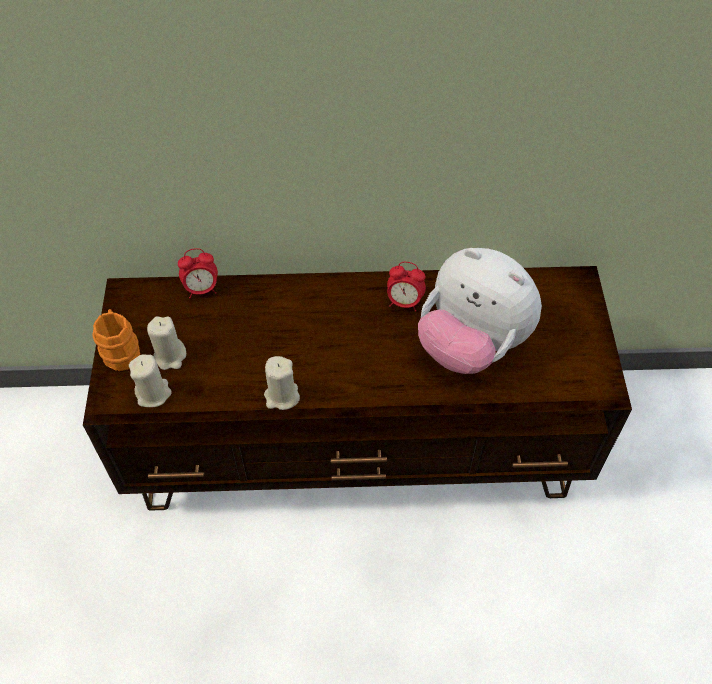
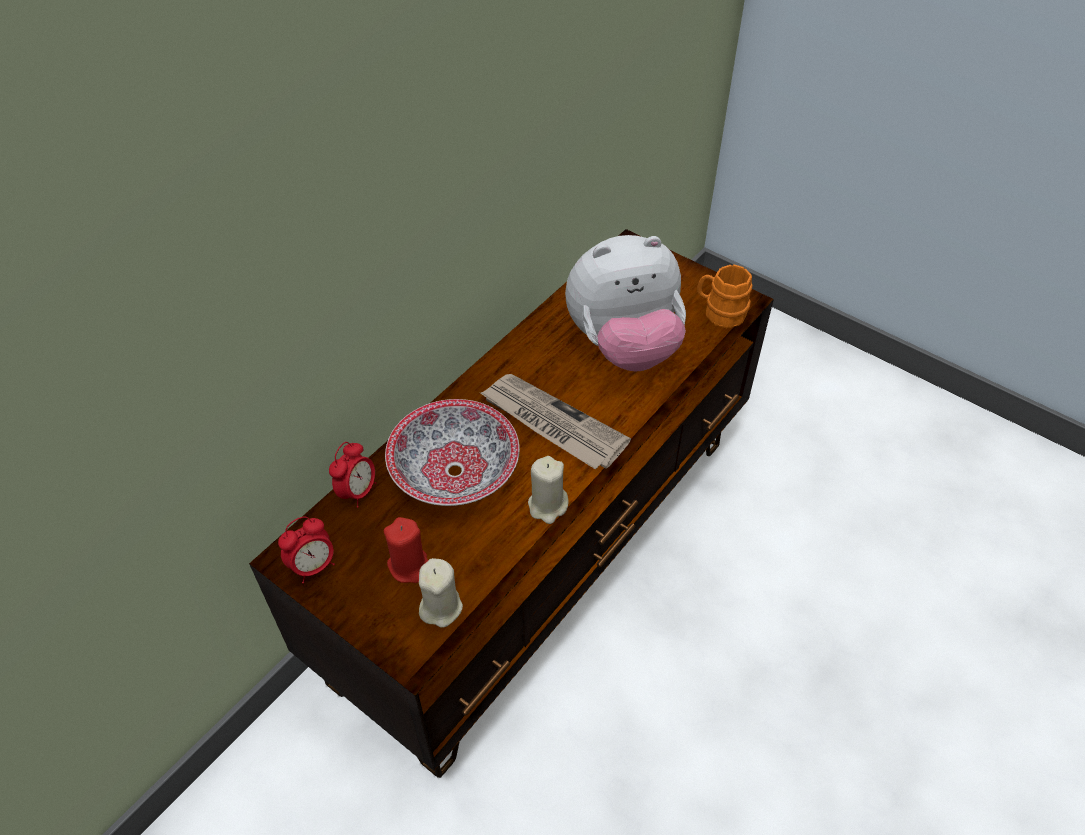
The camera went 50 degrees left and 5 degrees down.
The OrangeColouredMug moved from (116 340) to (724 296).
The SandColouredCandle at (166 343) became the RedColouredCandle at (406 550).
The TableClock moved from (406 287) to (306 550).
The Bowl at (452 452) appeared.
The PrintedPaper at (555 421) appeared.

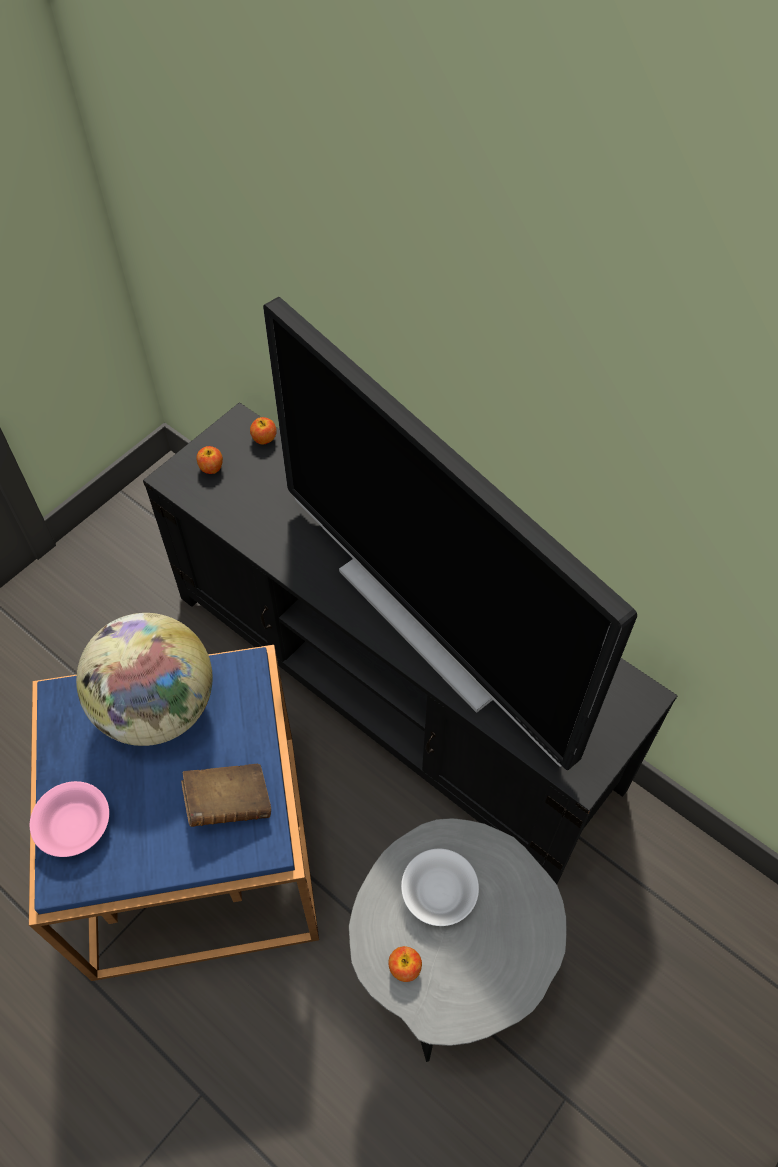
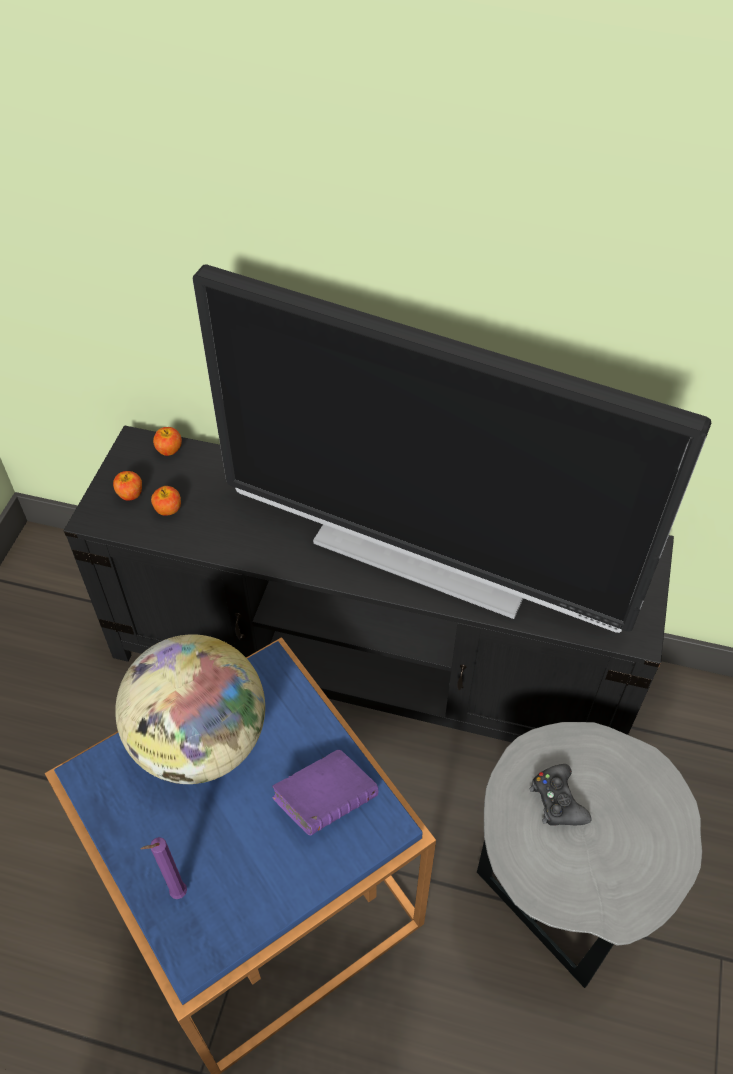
The camera went 25 degrees left and 5 degrees down.
The PinkColouredBowl at (69 819) was replaced by the PurplishCandle at (164 868).
The BrownColouredVolume at (226 795) became the PurplishVolume at (325 793).
The WholeApple moved from (405 964) to (166 500).
The WhitishBowl at (440 887) was replaced by the BlackColouredGameController at (561 795).

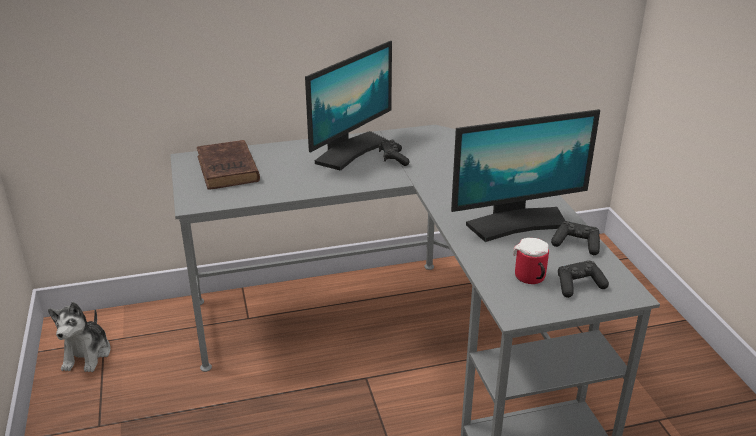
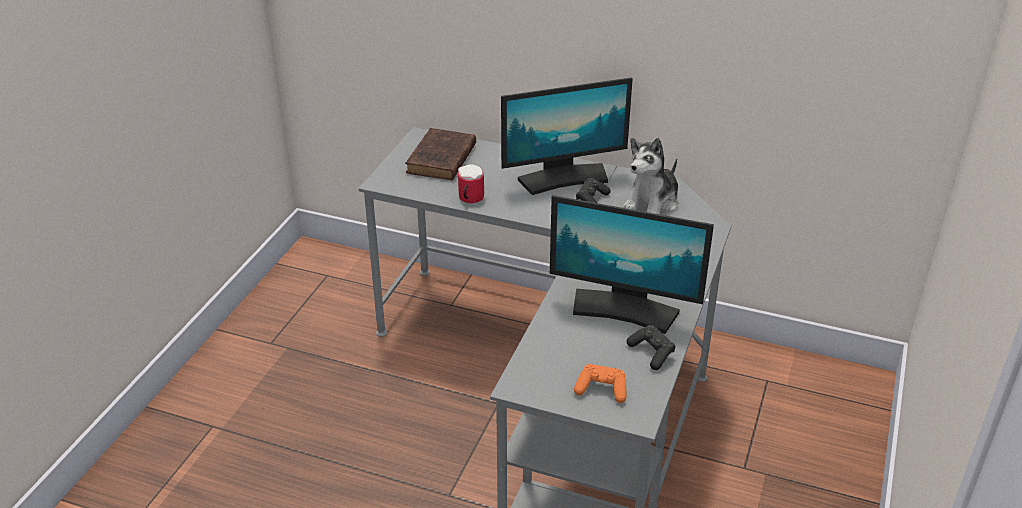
The camera went 35 degrees right and 5 degrees up.
The PlushToy moved from (79 337) to (650 176).
The Mug moved from (531 261) to (471 183).
The BlackColouredGameController at (583 279) became the OrangeColouredGameController at (600 383).

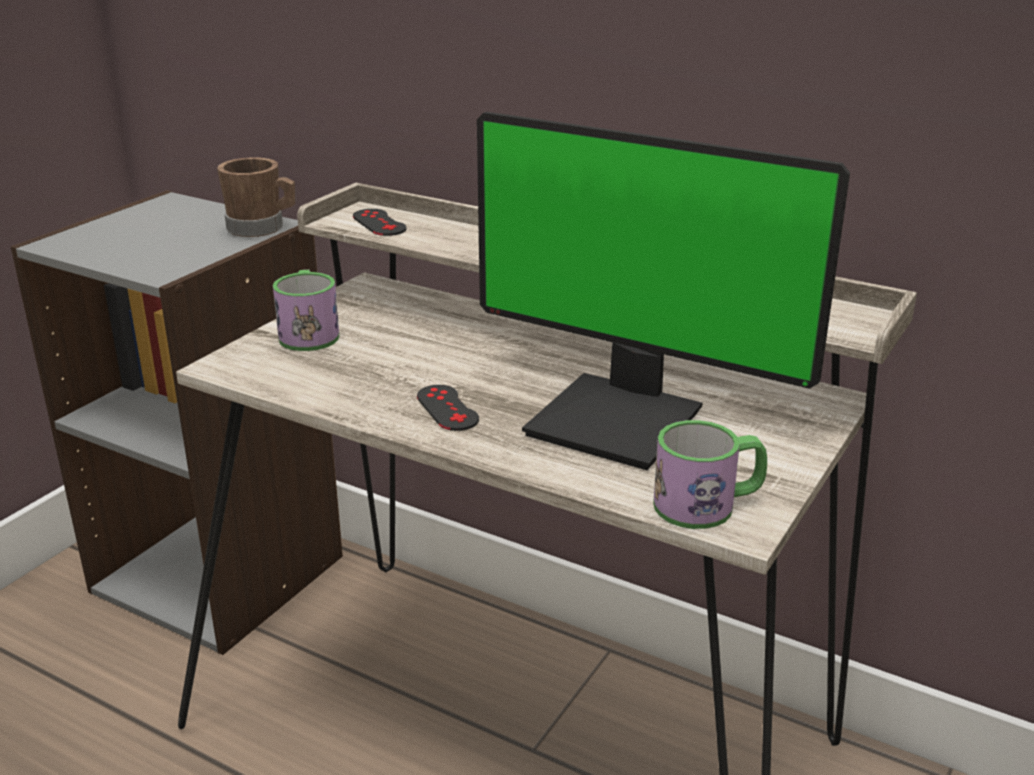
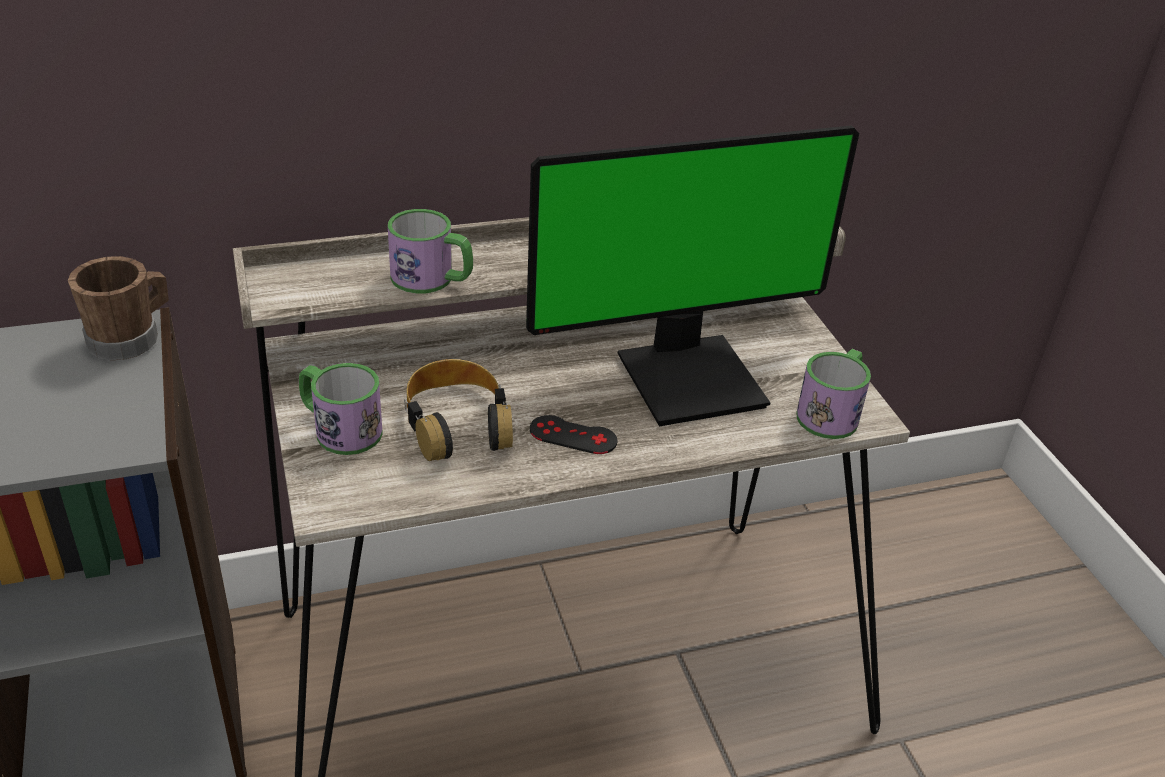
The camera went 50 degrees left and 10 degrees up.
The BlackColouredGameController at (379 222) disappeared.
The Mug at (430 251) appeared.
The Headphones at (458 410) appeared.

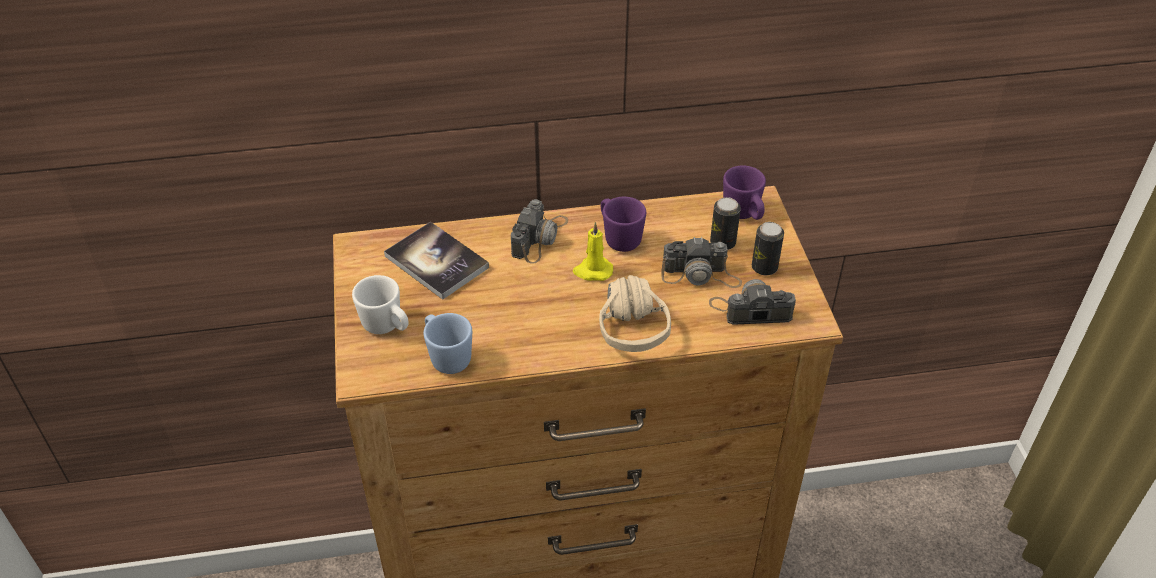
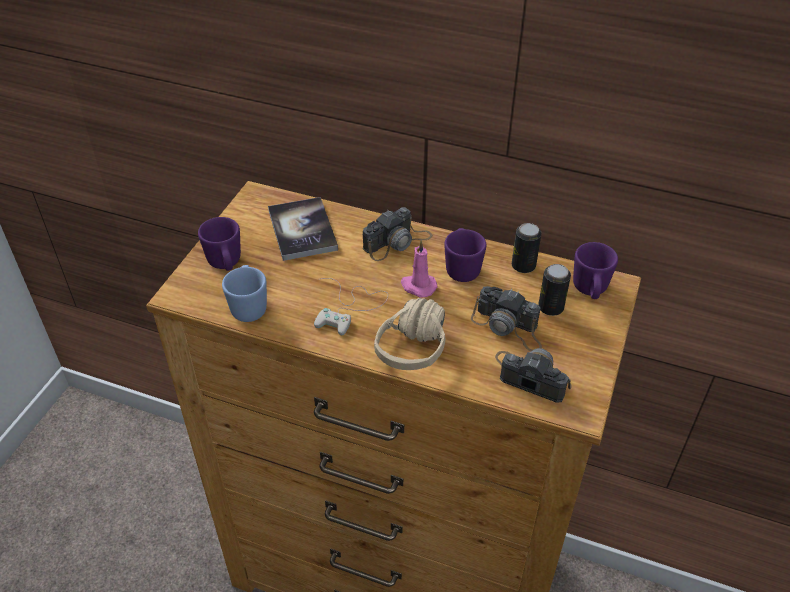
The camera went 30 degrees right and 0 degrees up.
The WhitishMug at (380 304) became the PurplishMug at (219 244).
The YellowCandle at (593 251) became the PinkColouredCandle at (419 269).
The Can moved from (768 248) to (526 248).
The WhitishGameController at (351 306) appeared.

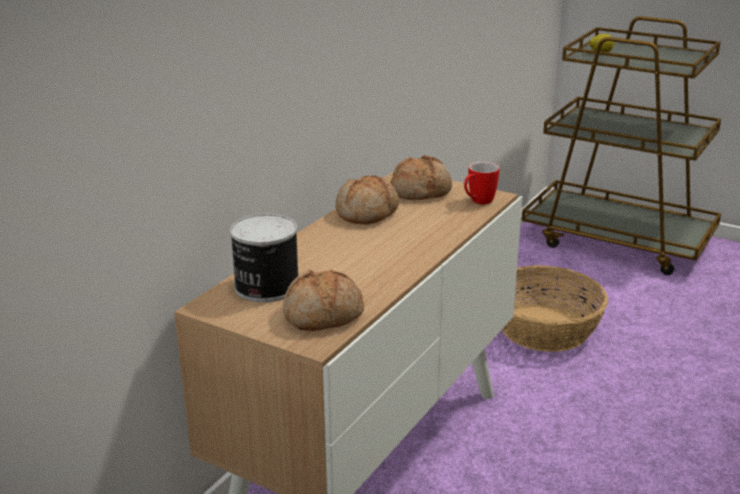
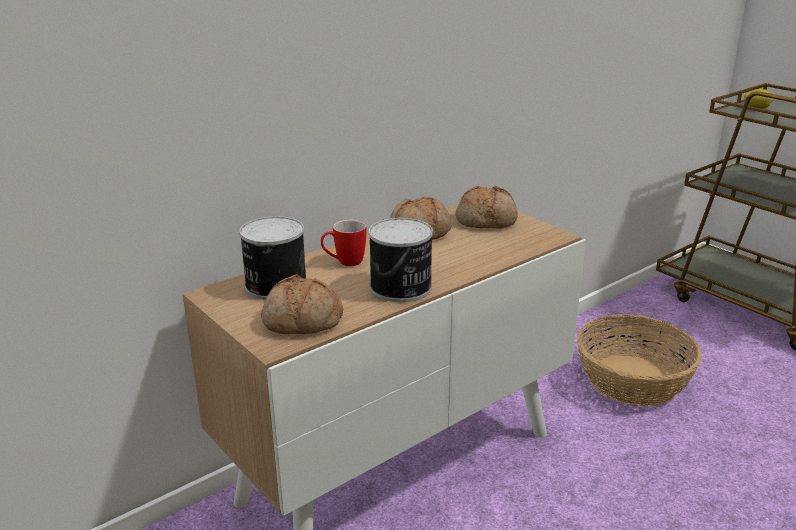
The camera went 20 degrees right and 0 degrees up.
The Mug moved from (482 183) to (344 243).
The Can at (401 260) appeared.

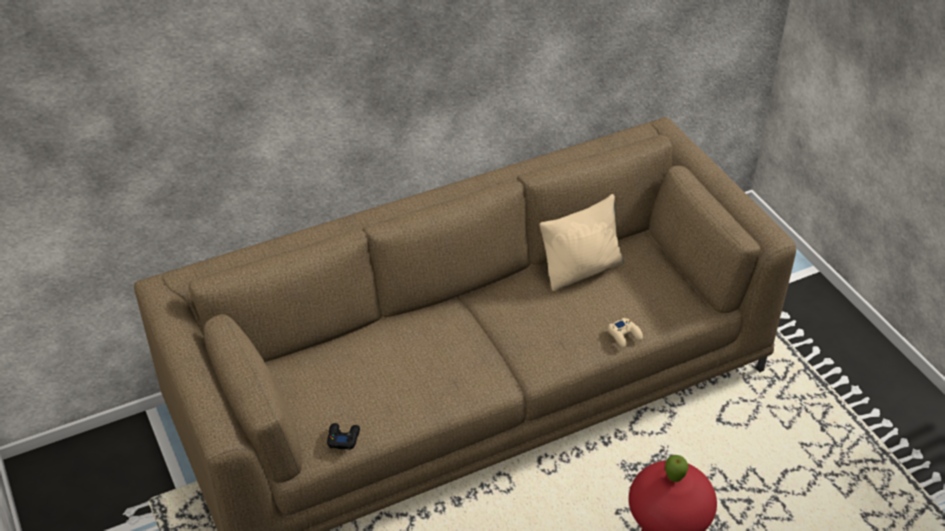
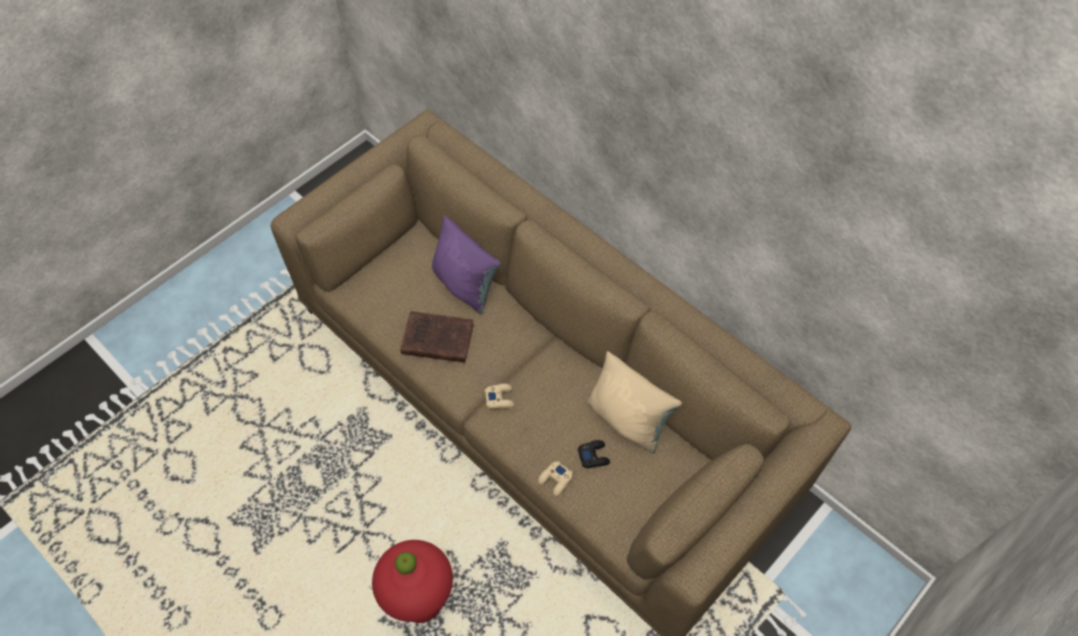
The camera went 70 degrees right and 15 degrees up.
The BlackColouredGameController moved from (343 436) to (594 454).
The BrownColouredVolume at (437 337) appeared.
The PurplishPillow at (466 264) appeared.
The SandColouredGameController at (499 396) appeared.

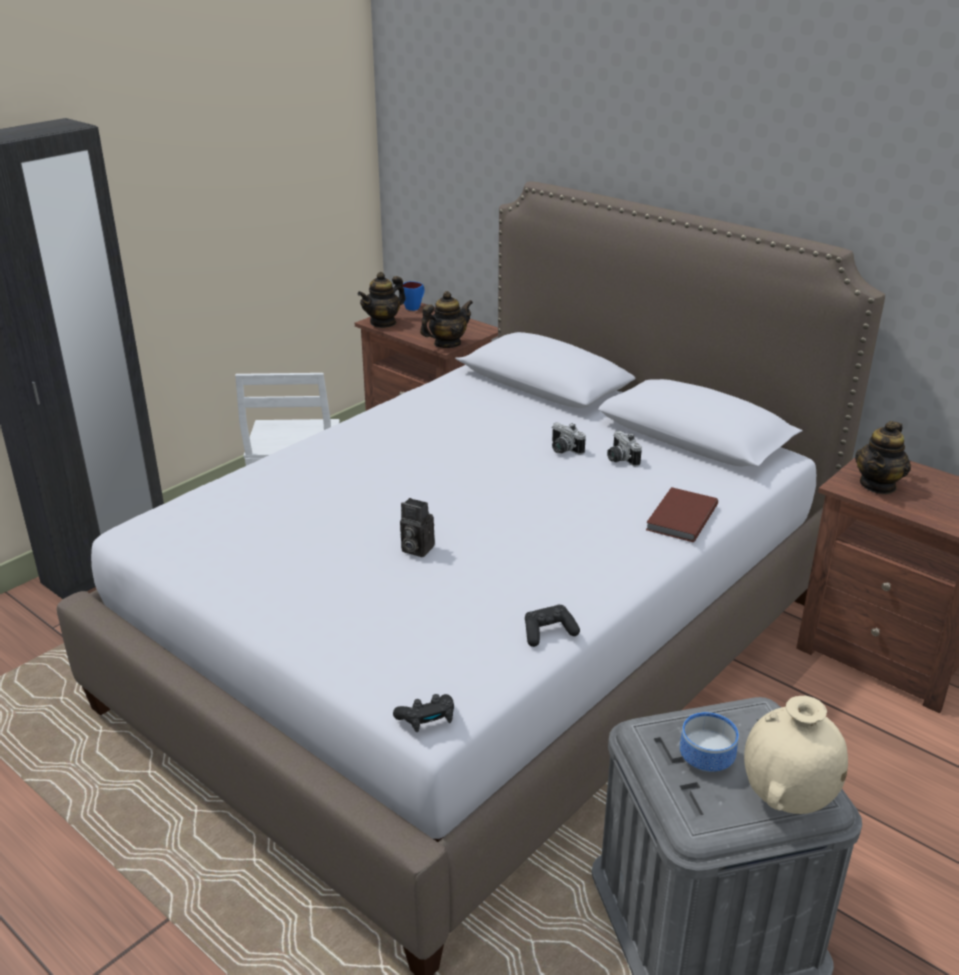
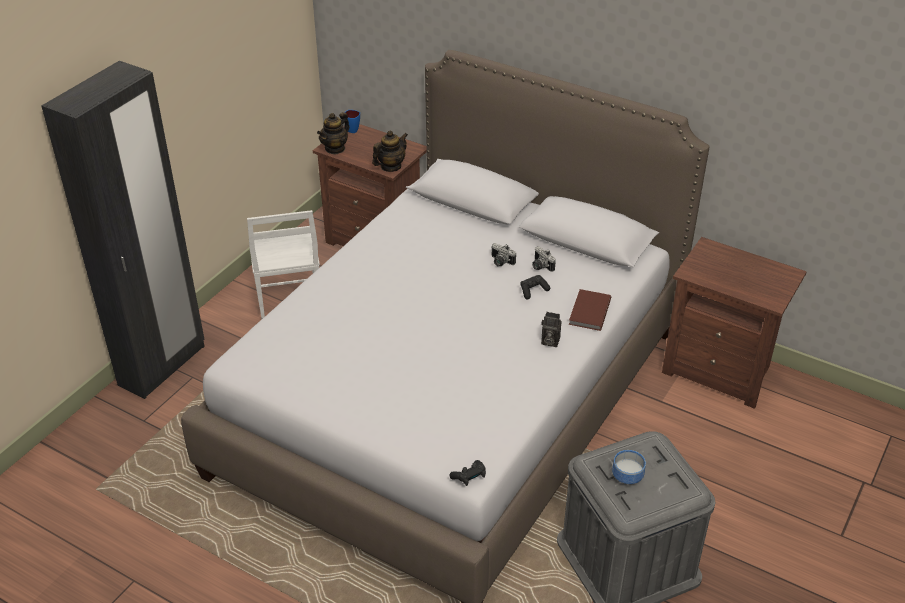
The camera went 10 degrees left and 10 degrees up.
The StillCamera moved from (417 527) to (551 329).
The BlackColouredGameController moved from (552 626) to (535 287).
The SandColouredDecorativeVase at (796 755) disappeared.
The Teapot at (883 458) disappeared.

